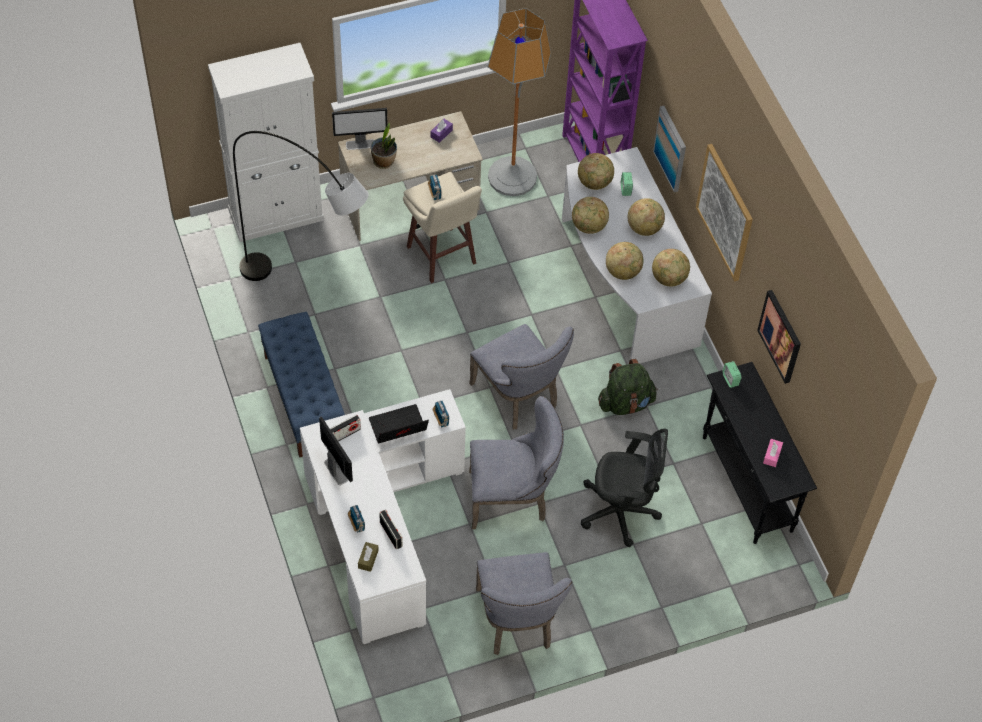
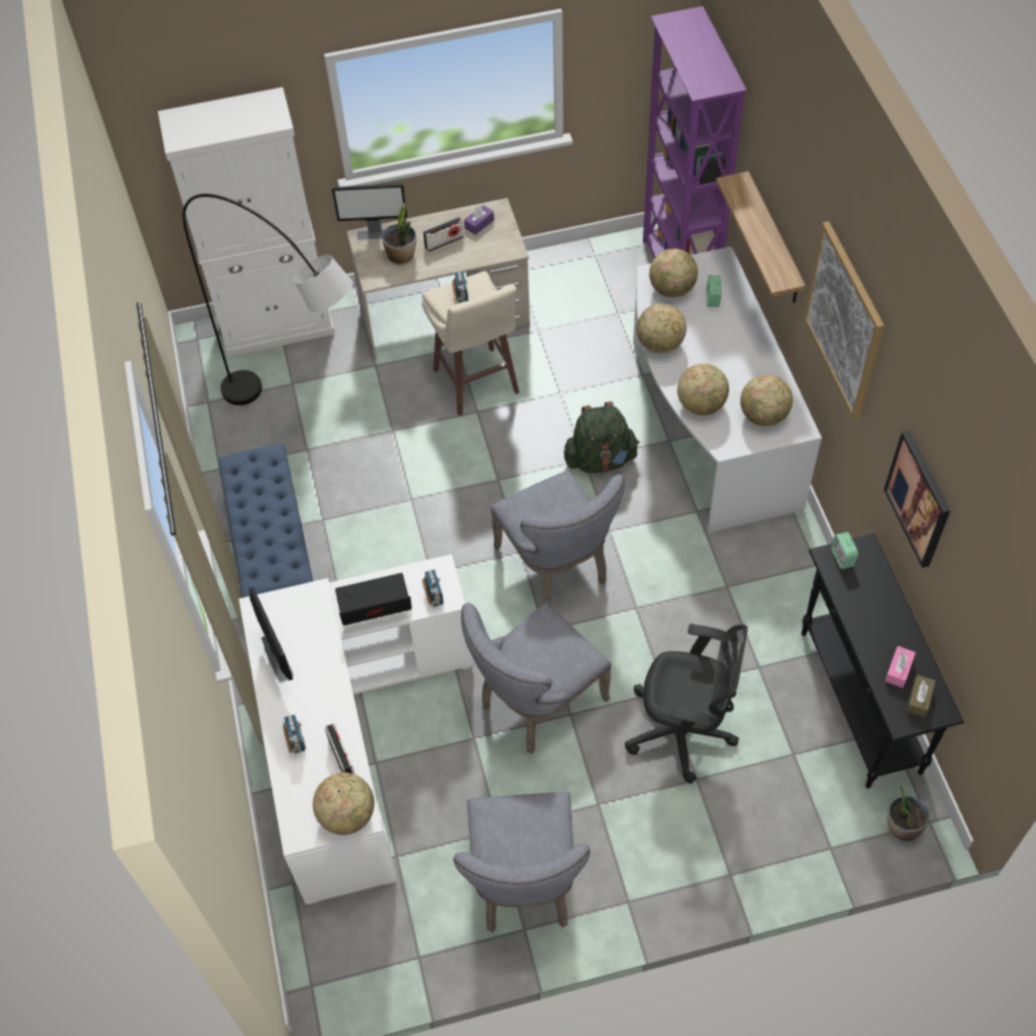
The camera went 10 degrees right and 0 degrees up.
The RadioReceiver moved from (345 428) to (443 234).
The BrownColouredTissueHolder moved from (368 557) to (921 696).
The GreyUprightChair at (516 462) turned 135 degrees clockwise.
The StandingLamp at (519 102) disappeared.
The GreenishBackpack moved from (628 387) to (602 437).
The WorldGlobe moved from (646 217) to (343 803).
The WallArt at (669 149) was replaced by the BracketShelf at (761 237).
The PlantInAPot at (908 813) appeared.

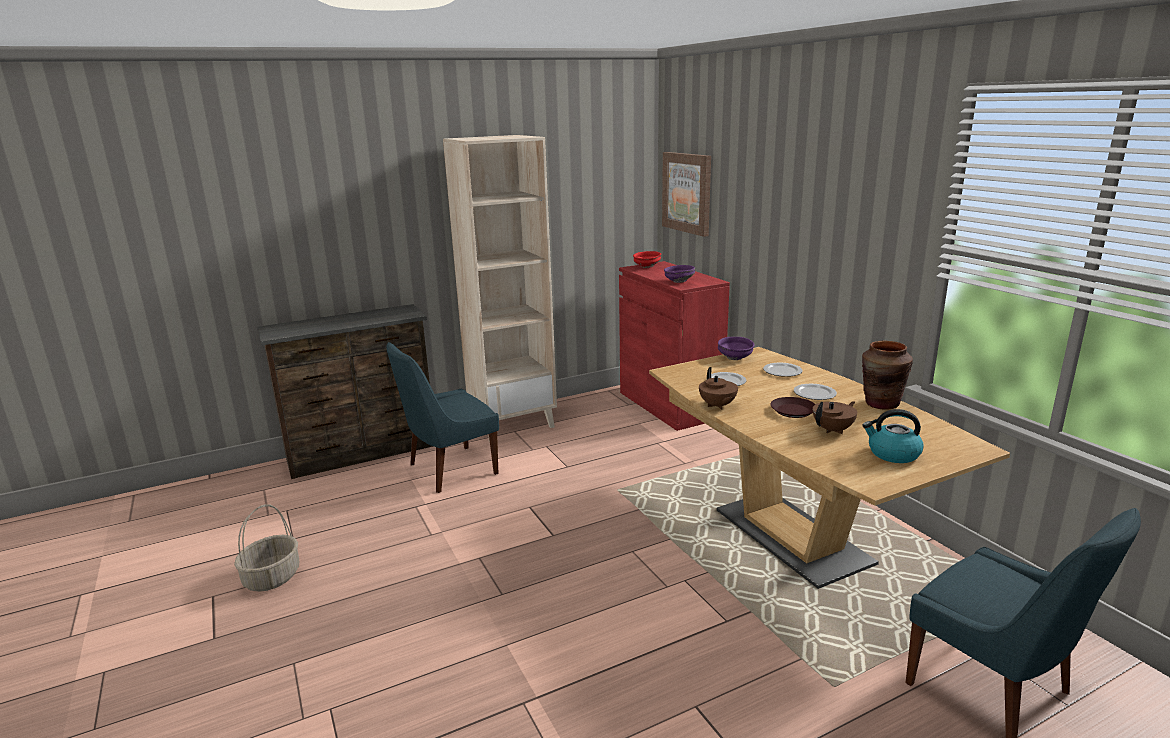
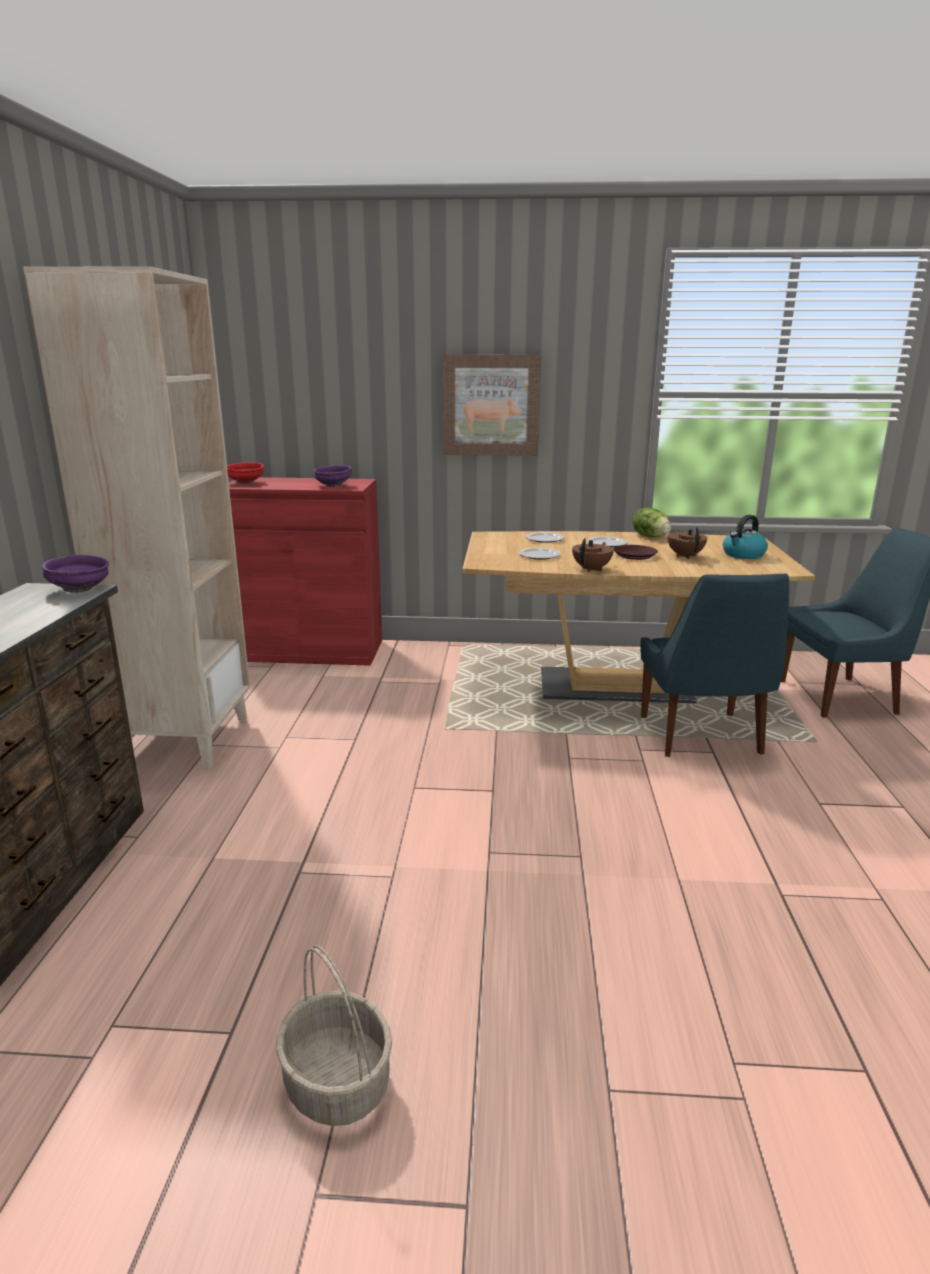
The camera went 60 degrees left and 0 degrees up.
The BlueUprightChair moved from (442 417) to (714 665).
The WallArt moved from (686 194) to (492 405).
The BrownColouredTeapot at (718 388) turned 75 degrees counterclockwise.
The PurplishBowl moved from (736 348) to (75 574).
The BrownColouredDecorativeVase at (887 375) was replaced by the LettuceHead at (651 522).

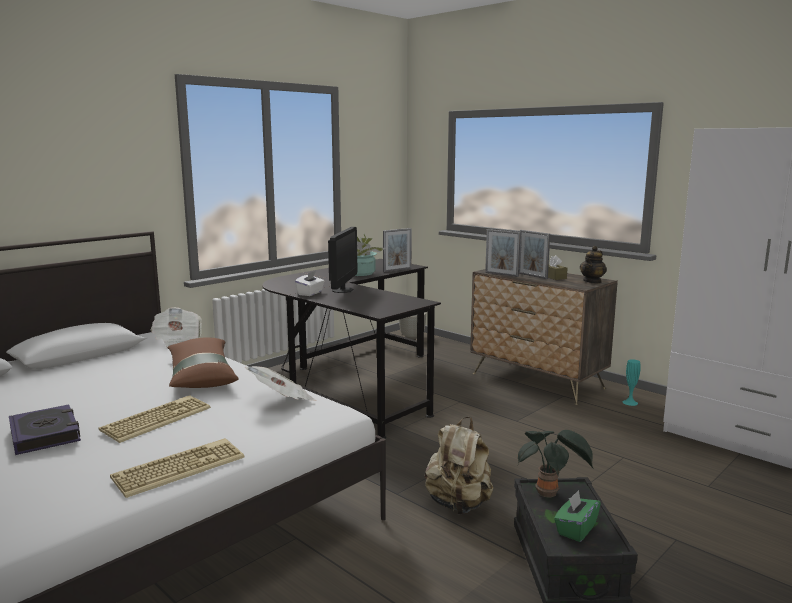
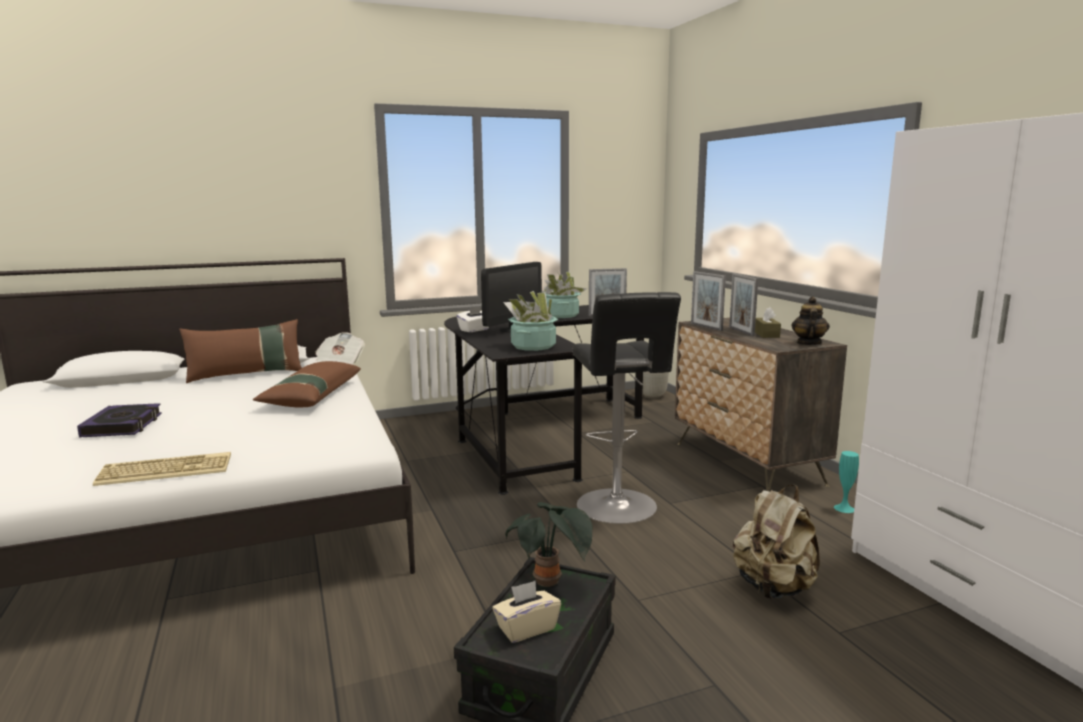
The camera went 25 degrees right and 0 degrees up.
The PcKeyboard at (154 419) disappeared.
The PrintedPaper at (281 383) disappeared.
The SandColouredBackpack moved from (459 466) to (776 542).
The GreenishTissueHolder at (577 516) became the SandColouredTissueHolder at (526 612).
The Teapot at (593 265) turned 135 degrees clockwise.
The BrownColouredPillow at (240 351) appeared.
The PlantInAPot at (530 321) appeared.
The BlackColouredSittingStool at (626 408) appeared.

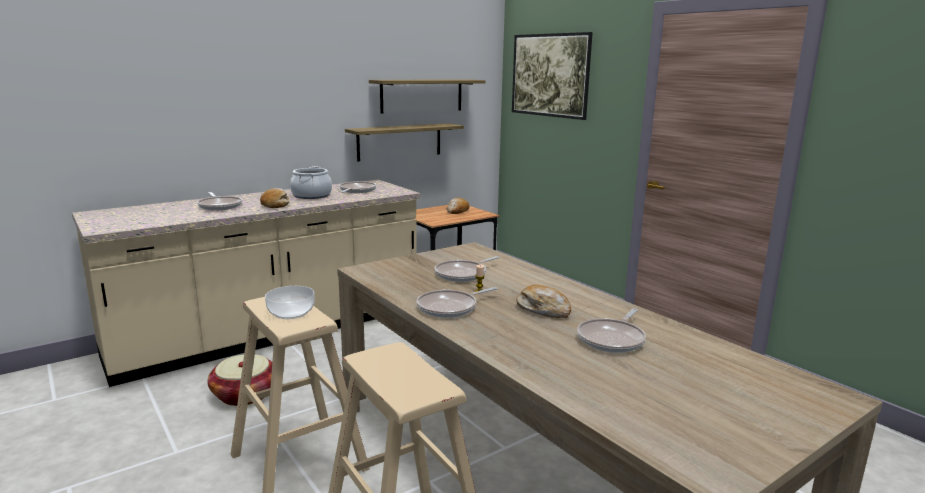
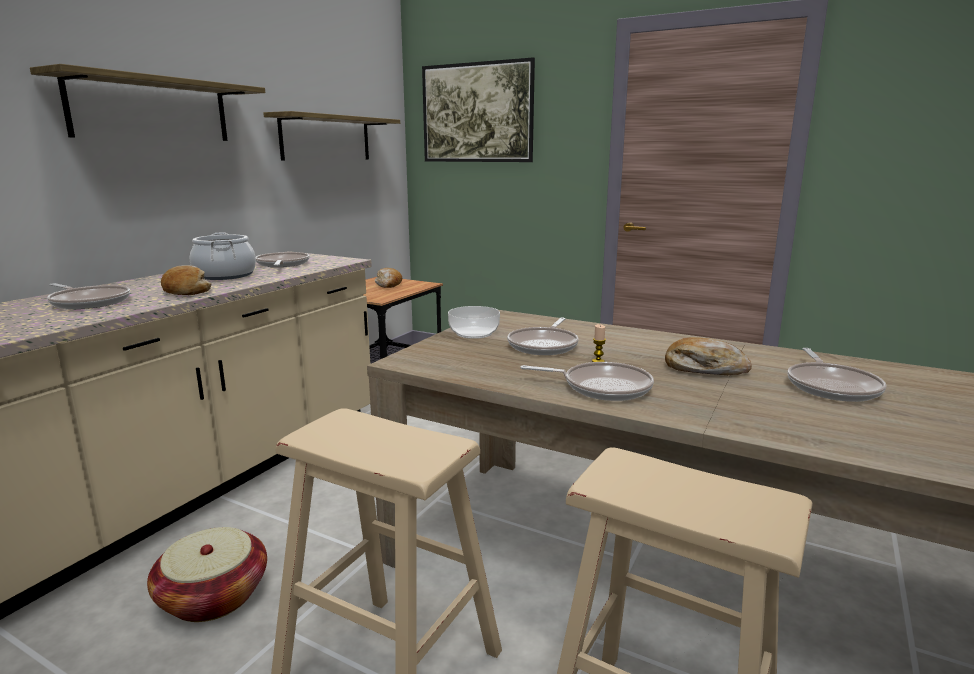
The camera went 25 degrees left and 0 degrees up.
The Bowl moved from (290 302) to (474 322).
The BracketShelf moved from (404 142) to (147 102).
The Skillet at (457 302) turned 105 degrees counterclockwise.

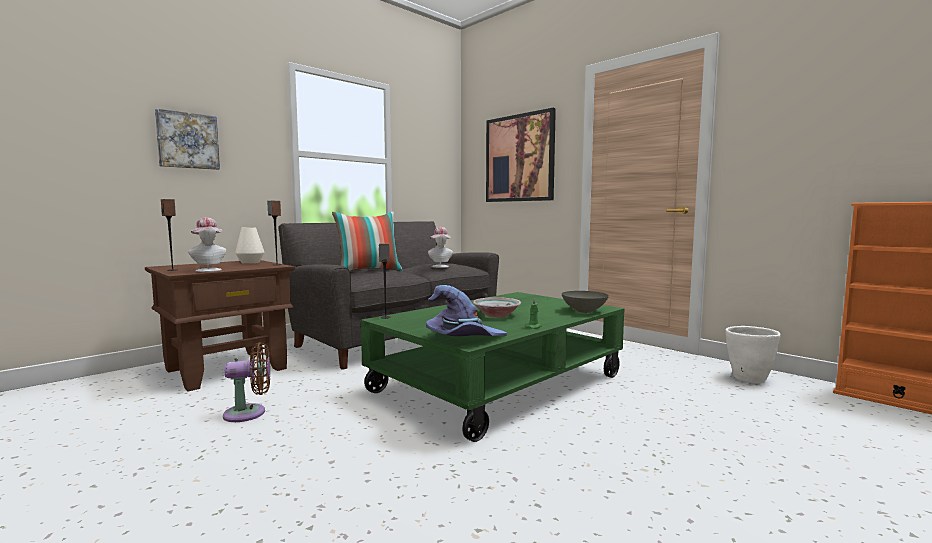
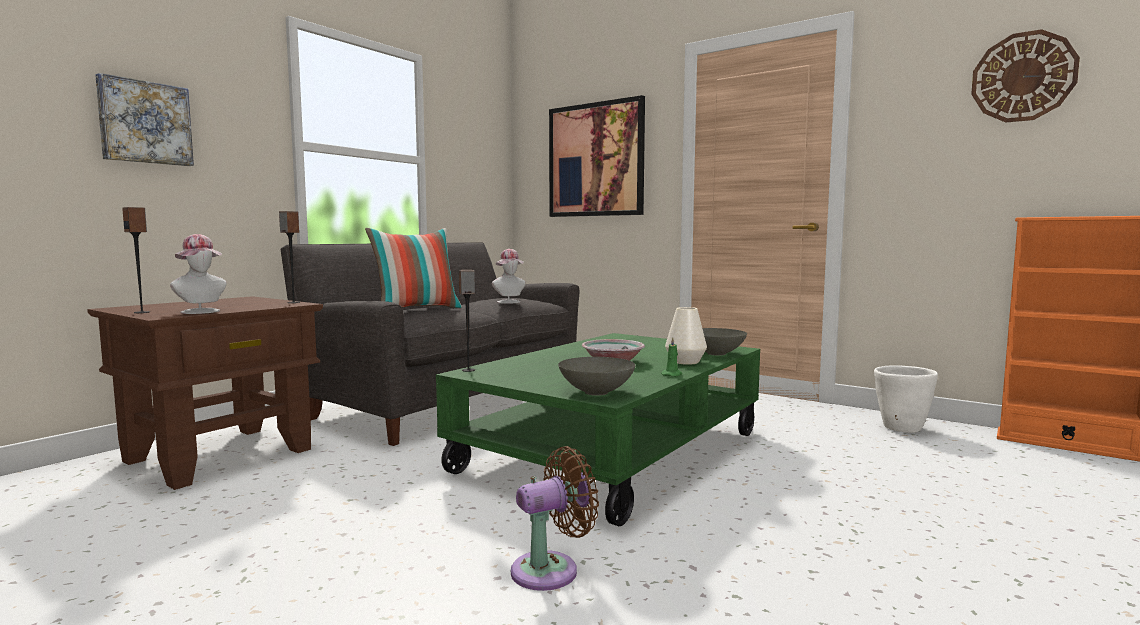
The camera went 10 degrees left and 0 degrees up.
The BrownColouredCoolingFan moved from (246 382) to (555 518).
The WhitishDecorativeVase moved from (249 245) to (686 336).
The PurplishWearableHat at (466 310) was replaced by the GreyBowl at (597 376).
The HangingClock at (1025 75) appeared.

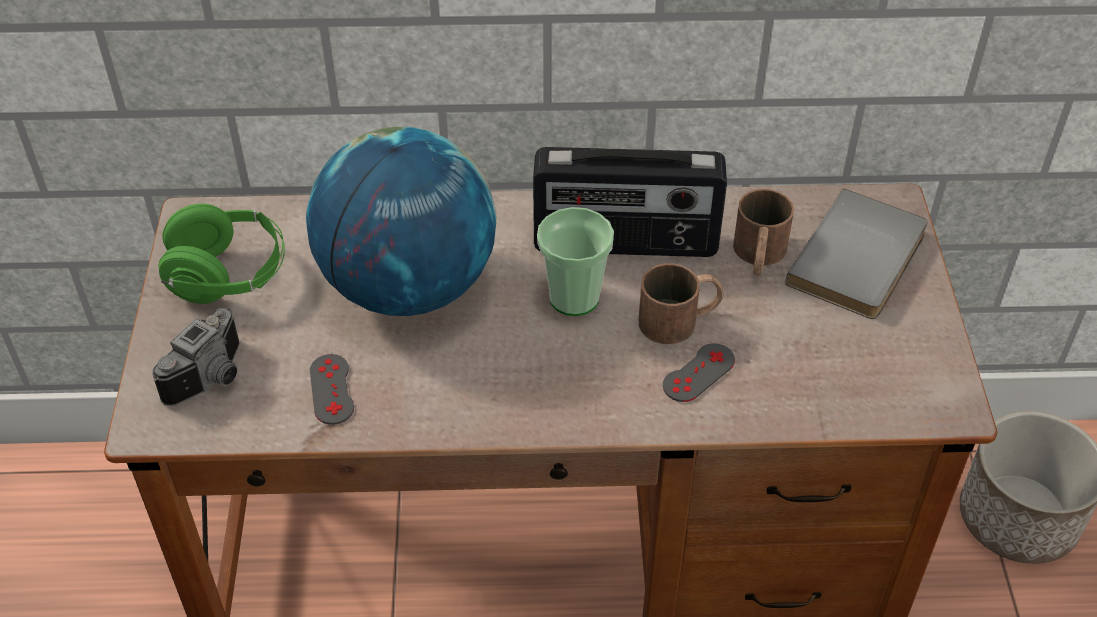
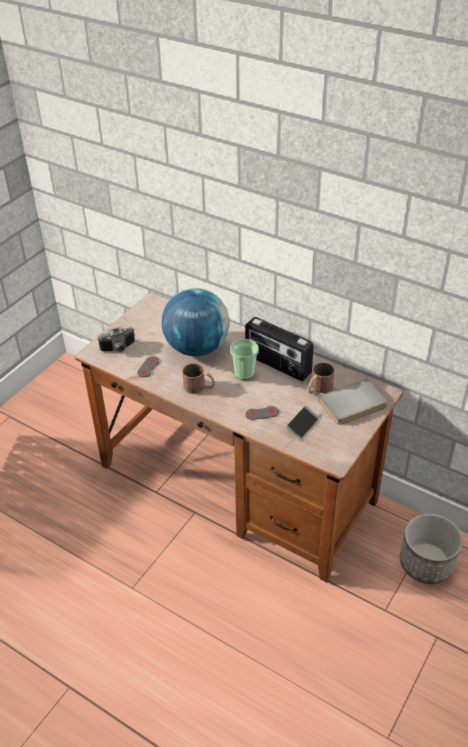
The camera went 35 degrees right and 5 degrees down.
The GreenishHeadphones at (222 254) disappeared.
The BrownColouredMug moved from (681 303) to (198 378).
The Phone at (302 423) appeared.

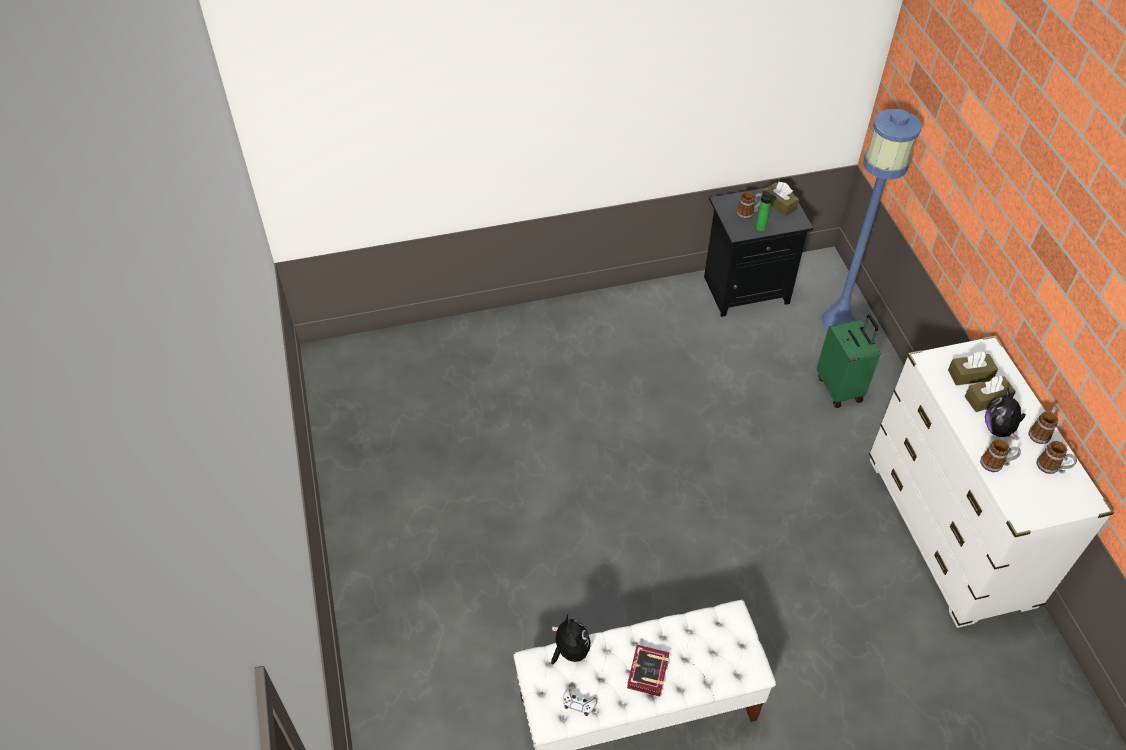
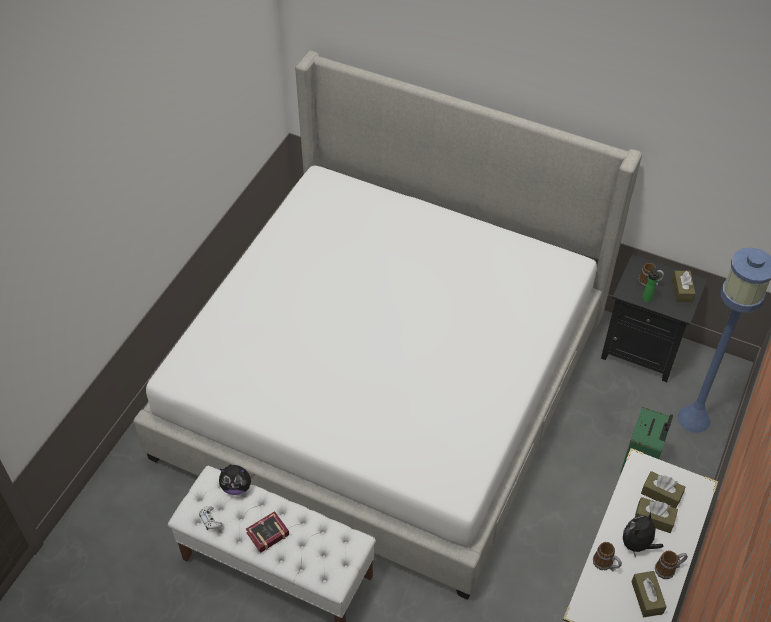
The camera went 40 degrees right and 0 degrees up.
The PlushToy at (570 639) turned 75 degrees clockwise.
The Mug at (1056 457) was replaced by the BrownColouredTissueHolder at (649 594).
The SleepingBed at (388 325) appeared.

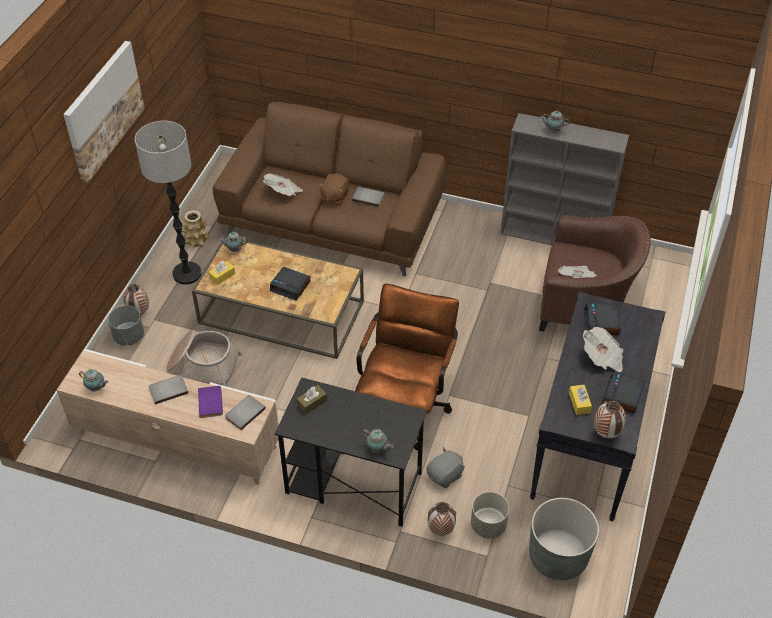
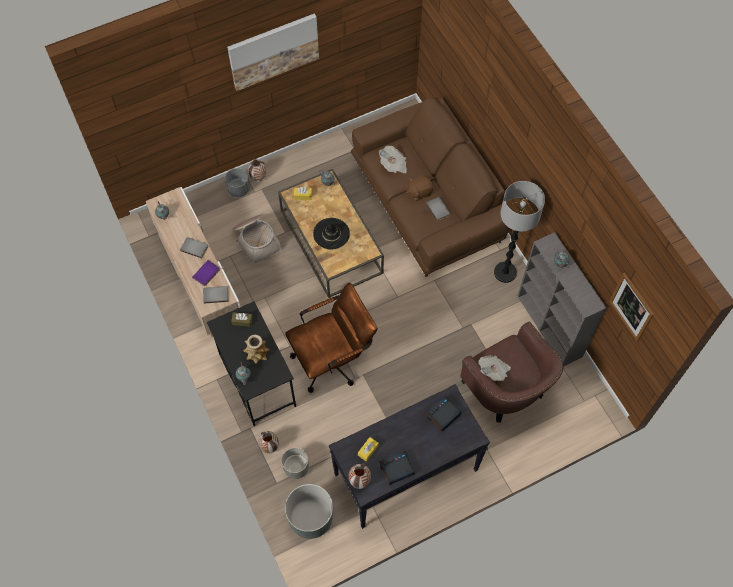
The camera went 45 degrees right and 15 degrees up.
The StandingLamp moved from (168 203) to (519 232).
The DecorativeVase moved from (195 229) to (256 349).
The TableClock at (290 284) was replaced by the BlackColouredWearableHat at (331 233).
The GreyPlushToy at (445 467) disappeared.
The PrintedPaper at (603 349) disappeared.
The WallArt at (631 307) appeared.

